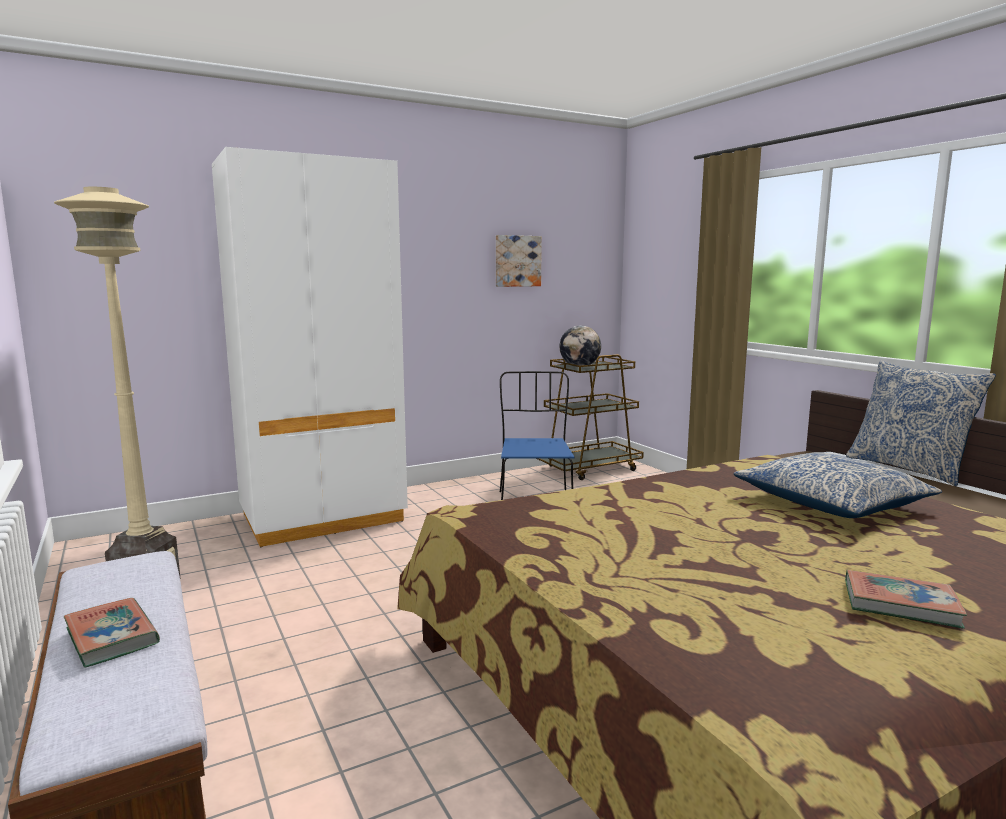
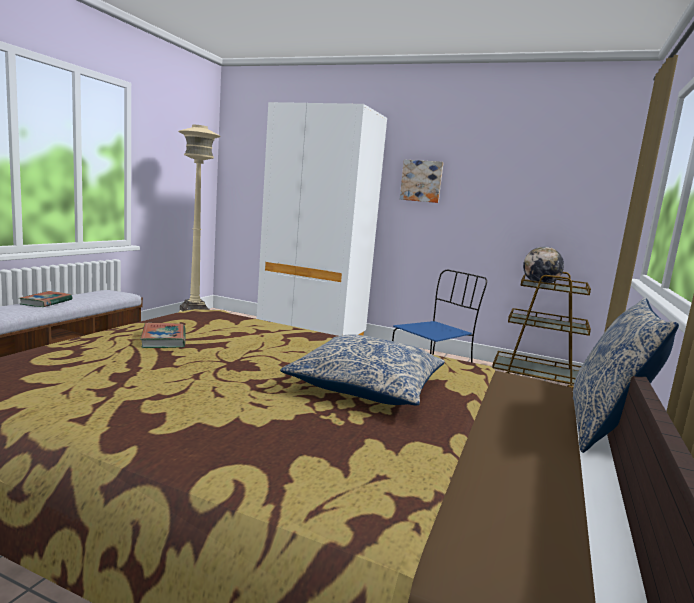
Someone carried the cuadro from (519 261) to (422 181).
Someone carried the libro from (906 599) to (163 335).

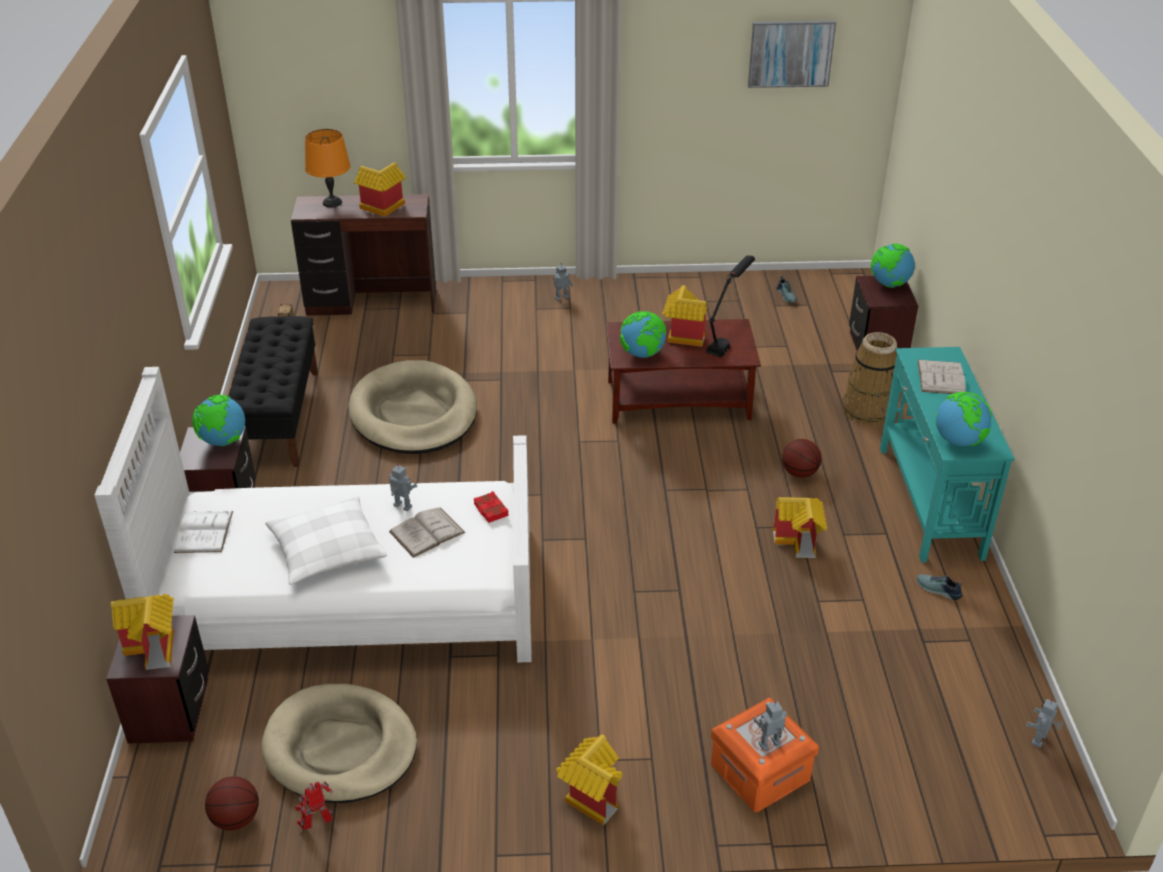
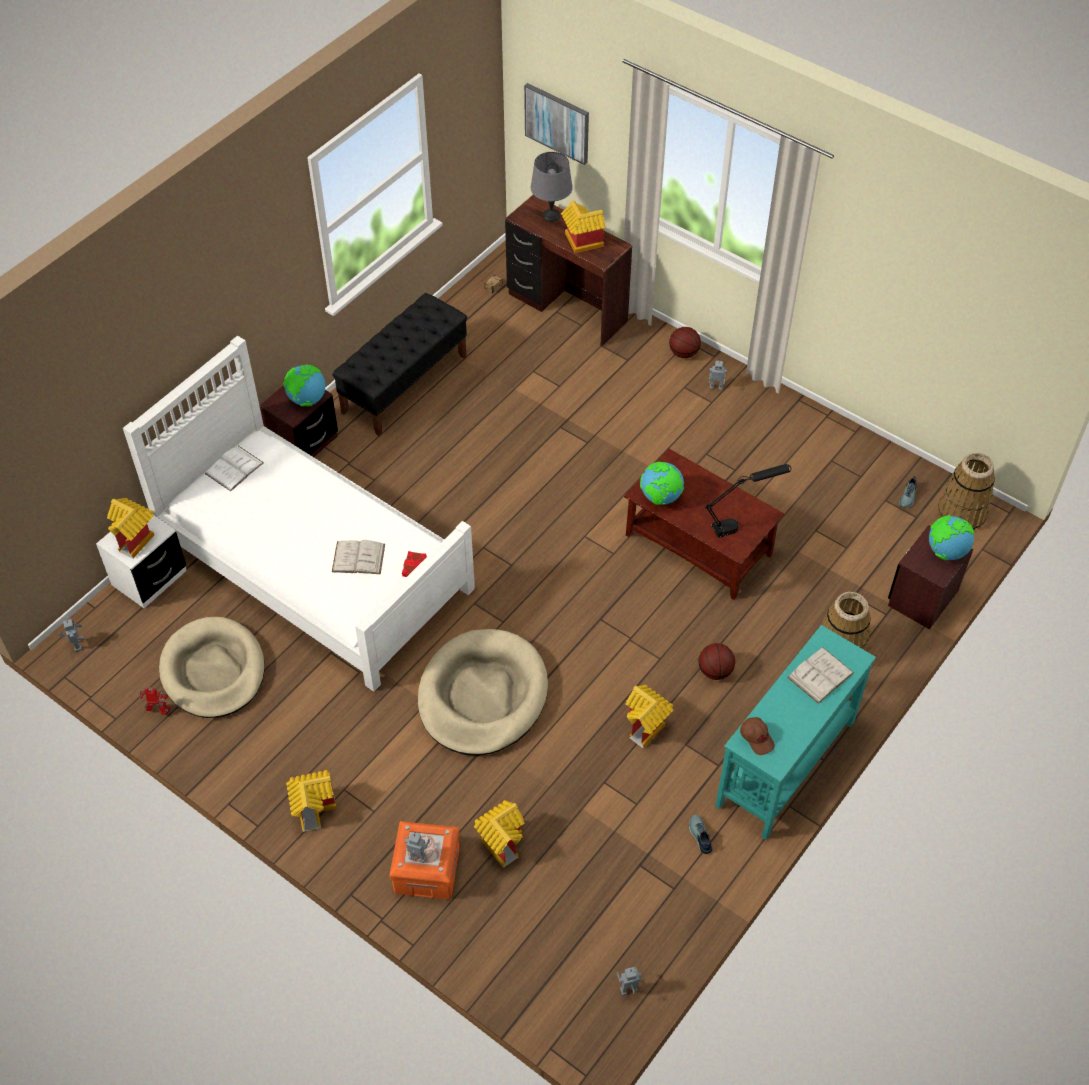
Someone repainted the mesita de noche/marrón at (157 679), which became the mesita de noche/blanco at (141 562).
Someone carried the balón de baloncesto from (232 803) to (685 342).
Someone took away the cojín/blanco at (326 540).
Someone repainted the lámpara de mesa/naranja at (328 168), which became the lámpara de mesa/gris at (552 187).
Someone carried the cama para perro/beis from (412 407) to (483 692).
Someone carried the robot de juguete from (403 487) to (72 635).
Someone carried the casita from (684 316) to (499 834).
Someone carried the cuadro from (792 54) to (556 124).
Someone swapped the globo terráqueo at (963 419) for the gorra/marrón at (757 736).
Someone put down the cesta at (966 491).

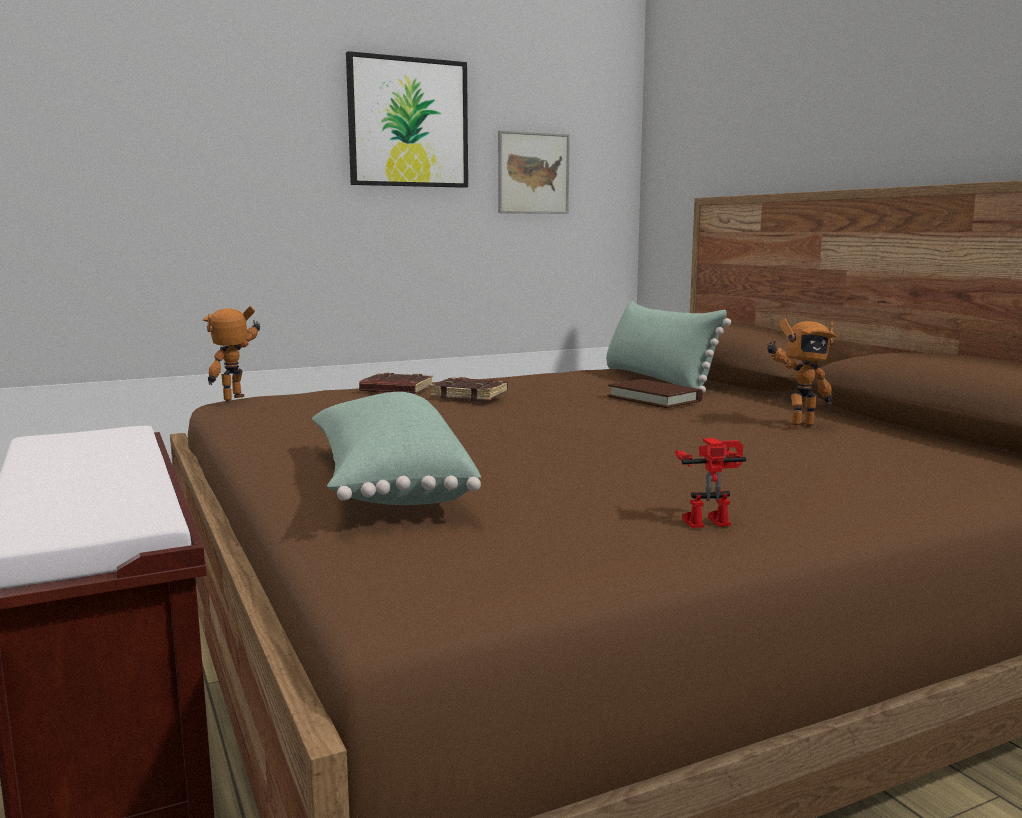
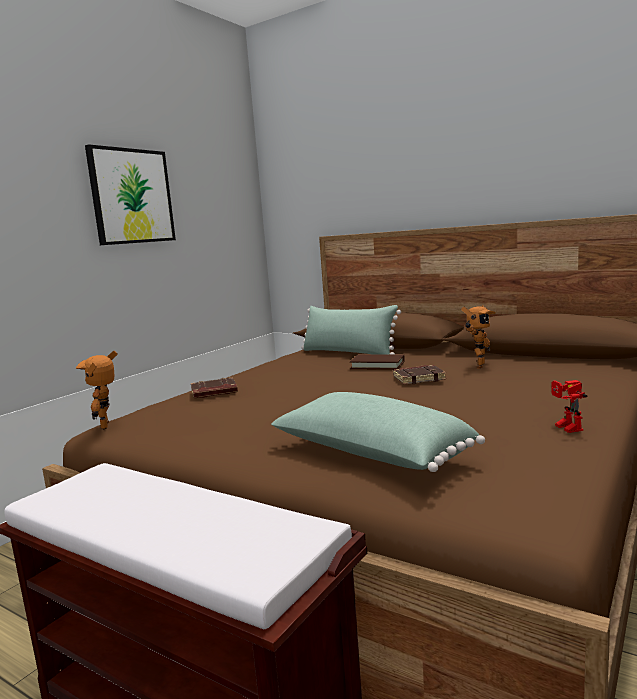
Someone carried the libro/marrón from (469 389) to (419 375).
Someone took away the cuadro at (534 172).
Someone rotated the robot de juguete at (710 483) by 60 degrees counterclockwise.

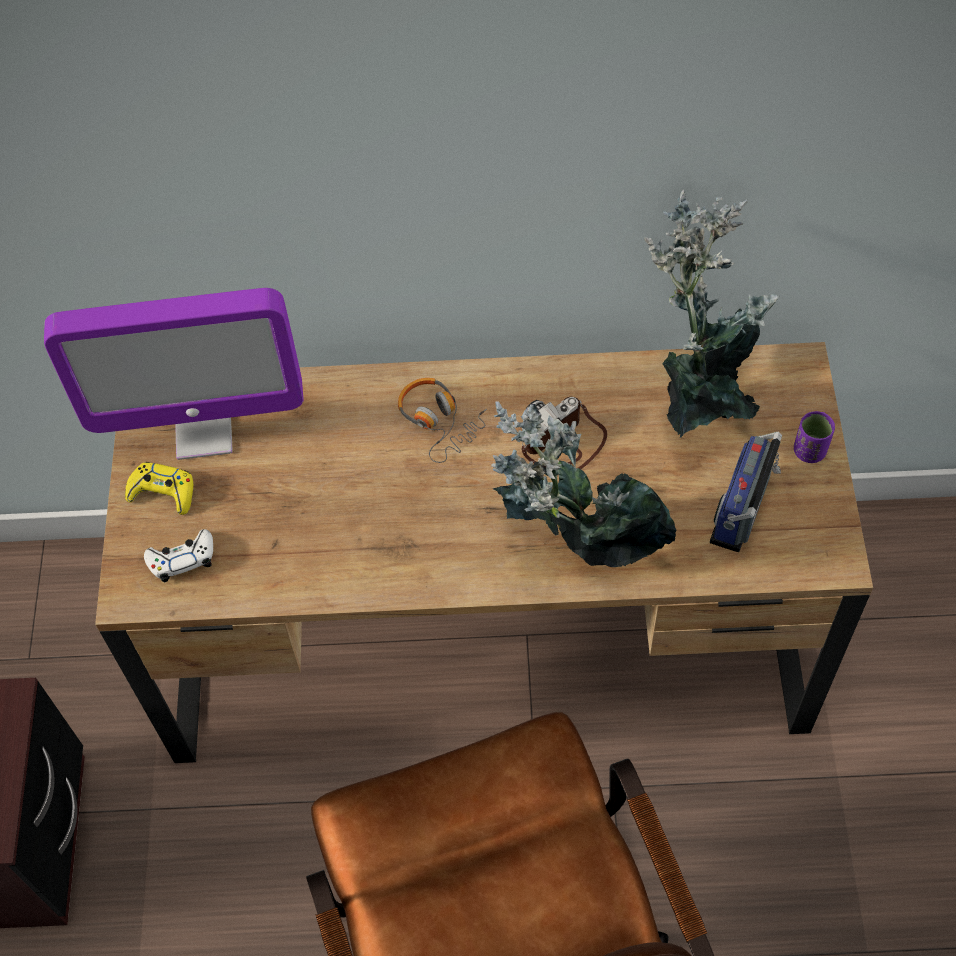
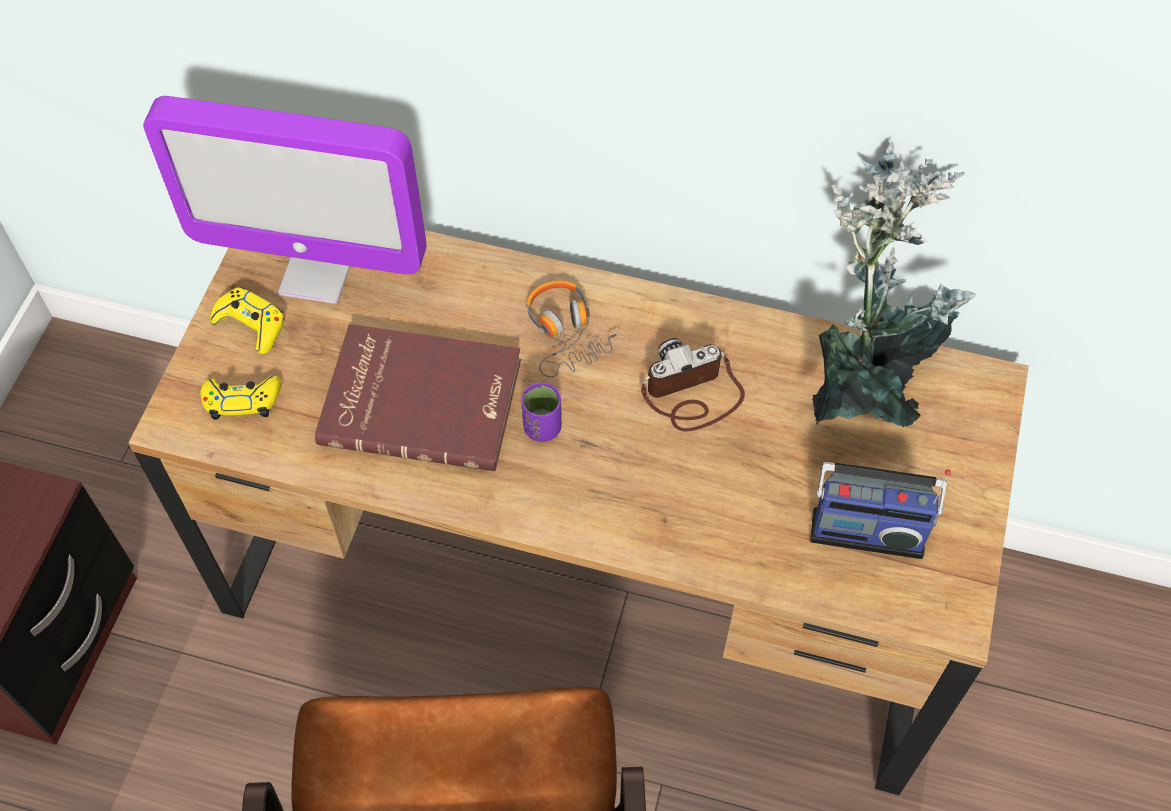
Someone repainted the mando de consola/blanco at (178 555), which became the mando de consola/amarillo at (241 397).
Someone took away the planta en maceta at (583 484).
Someone rotated the radio at (746 492) by 120 degrees counterclockwise.
Someone carried the taza/morado from (814 437) to (541 412).
Someone put down the libro/rojo at (418 397).

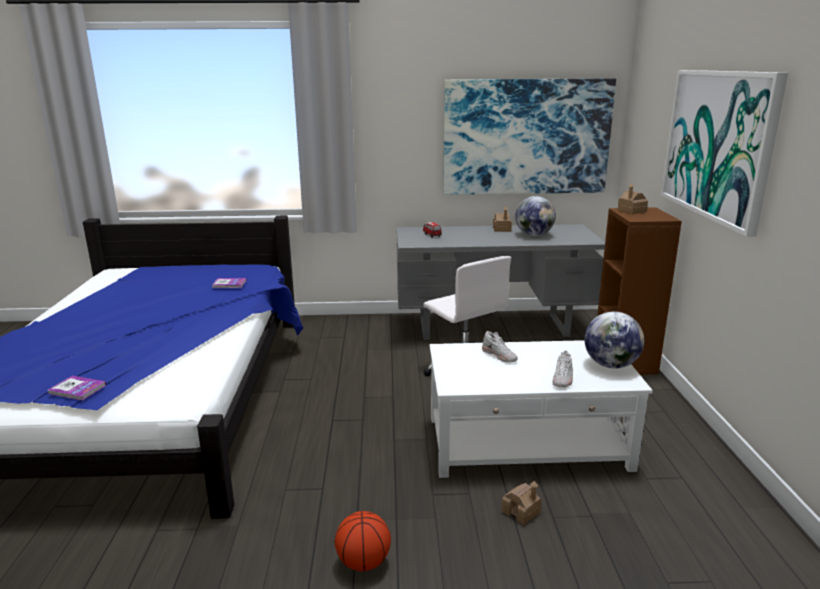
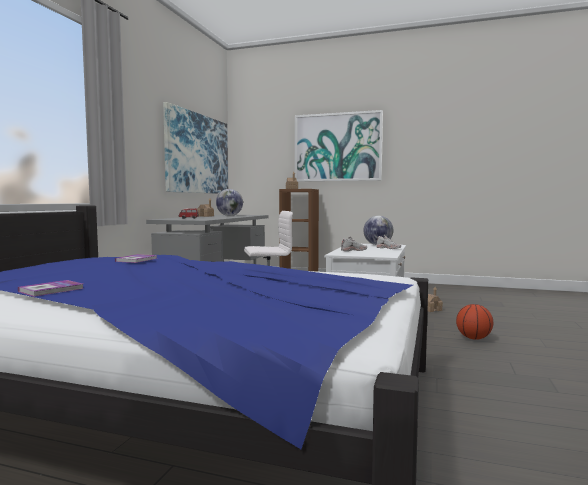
Someone carried the libro from (77 388) to (51 288).

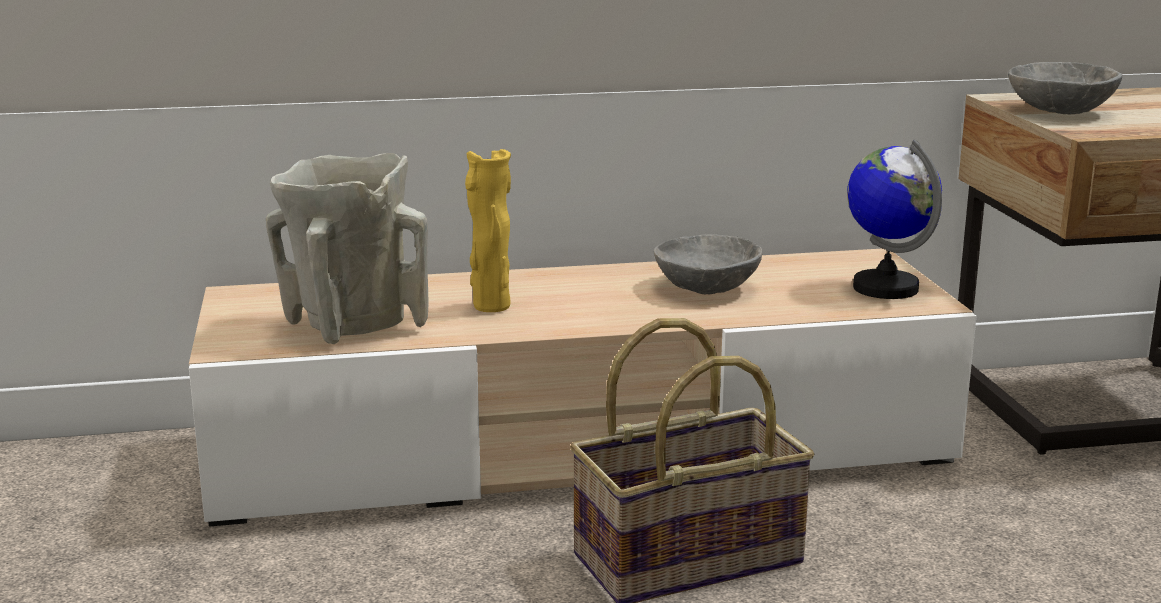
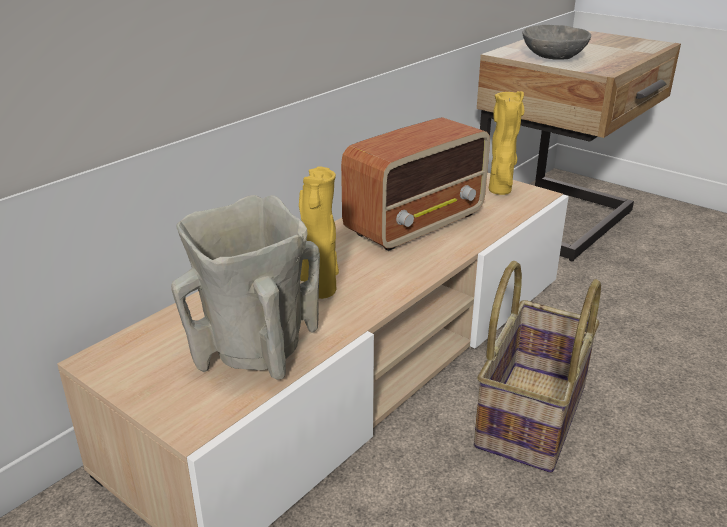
Someone swapped the cuenco/gris at (708 264) for the radio at (415 184).
Someone swapped the globo terráqueo at (894 219) for the florero/amarillo at (506 143).

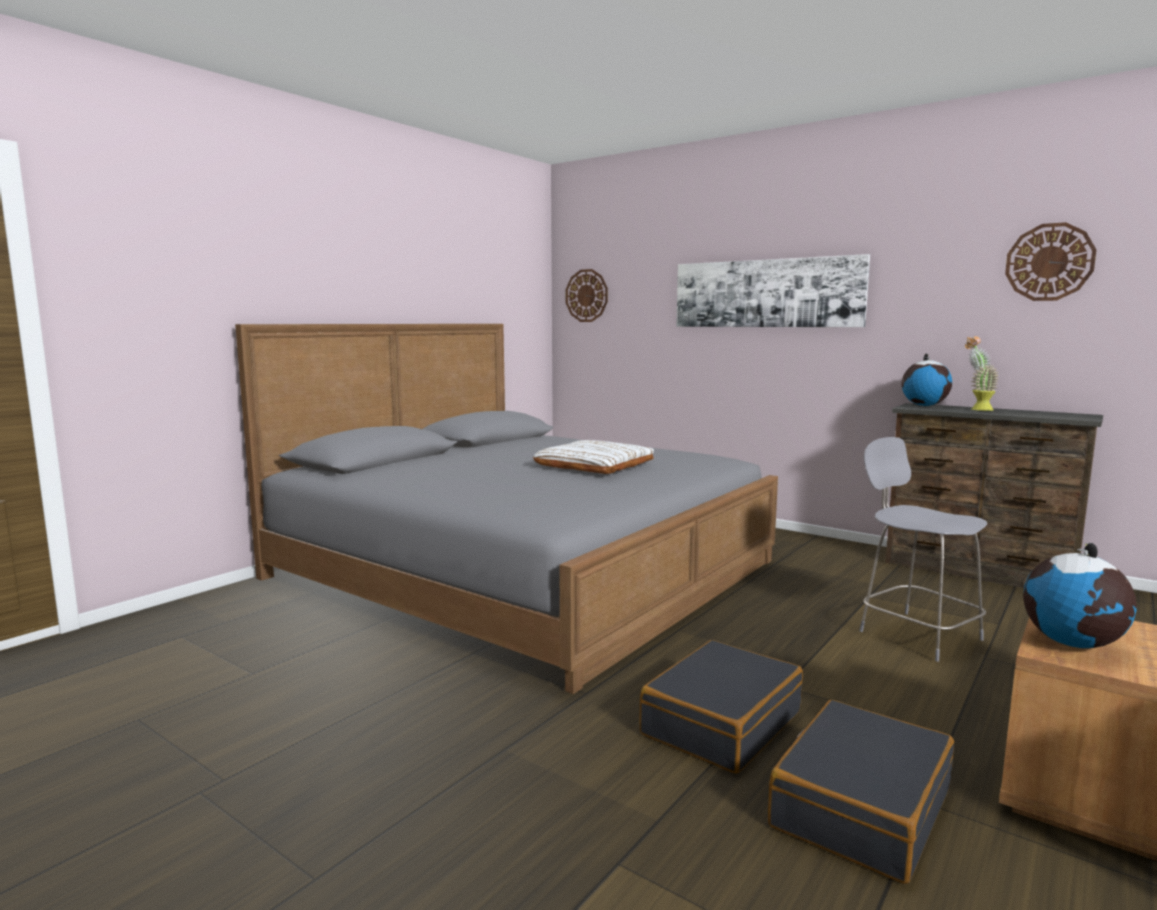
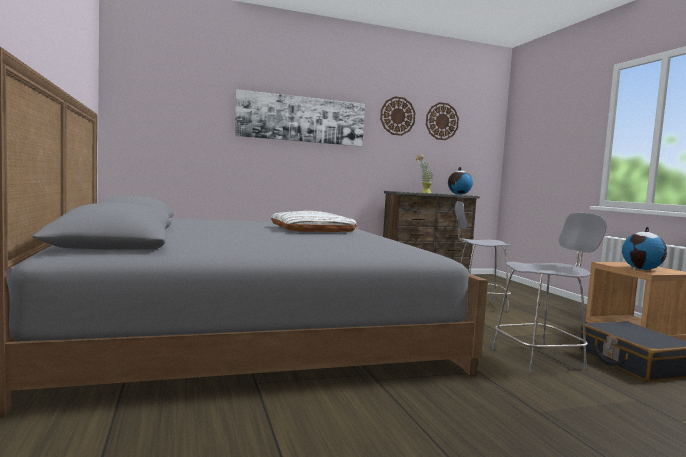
Someone carried the reloj de pared from (587 295) to (397 116).
Someone swapped the maleta/negro at (721 707) for the silla/gris at (549 292).
Someone carried the globo terráqueo from (927 380) to (460 181).

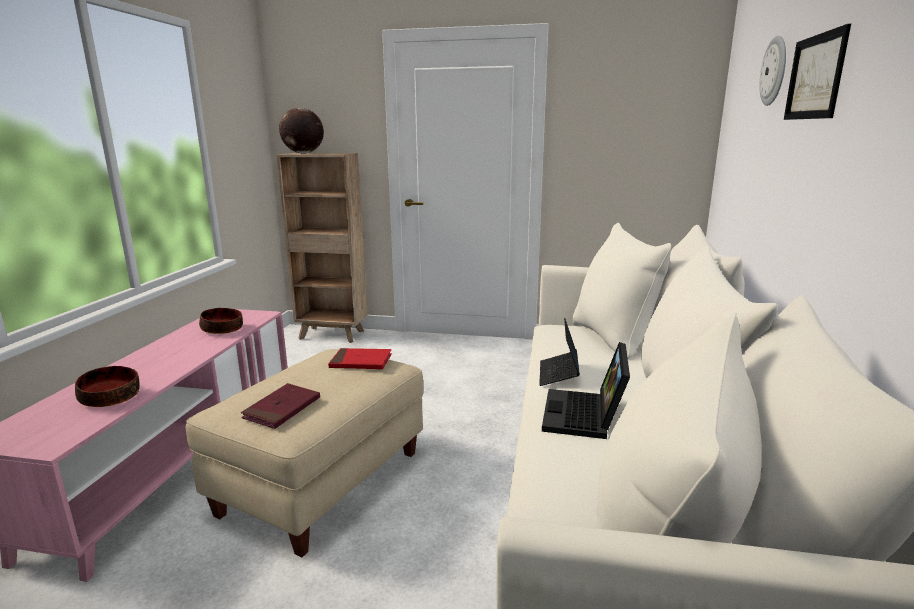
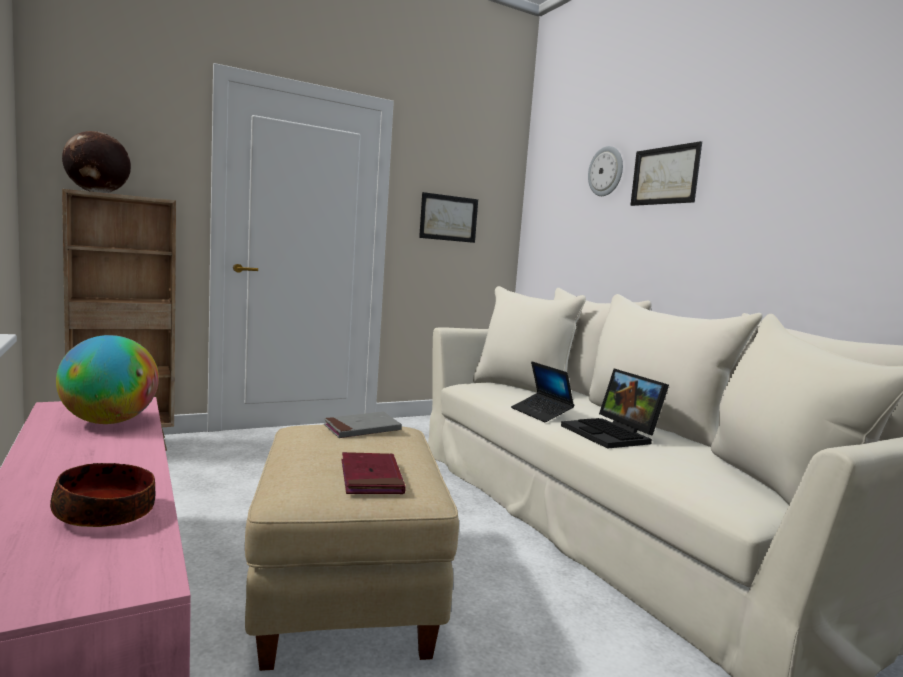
Someone swapped the cuenco at (221 321) for the globo terráqueo at (107 379).
Someone repainted the libro/rojo at (360 358), which became the libro/gris at (363 424).
Someone put up the cuadro at (448 217).

